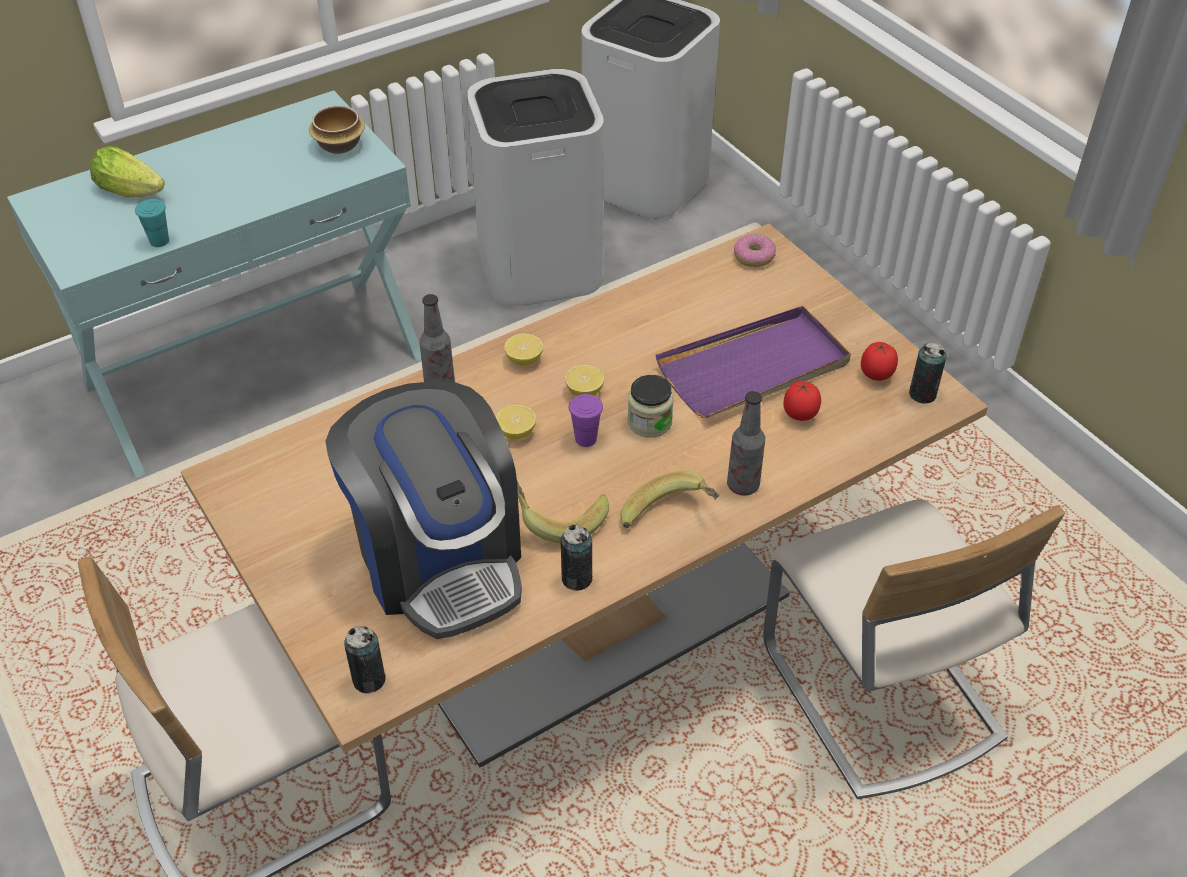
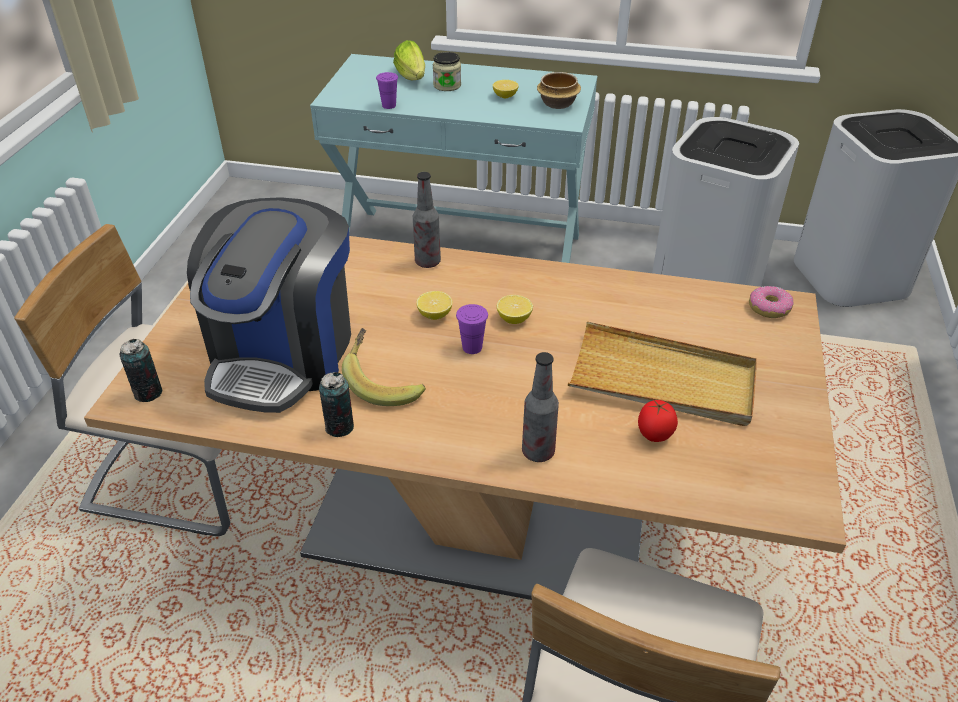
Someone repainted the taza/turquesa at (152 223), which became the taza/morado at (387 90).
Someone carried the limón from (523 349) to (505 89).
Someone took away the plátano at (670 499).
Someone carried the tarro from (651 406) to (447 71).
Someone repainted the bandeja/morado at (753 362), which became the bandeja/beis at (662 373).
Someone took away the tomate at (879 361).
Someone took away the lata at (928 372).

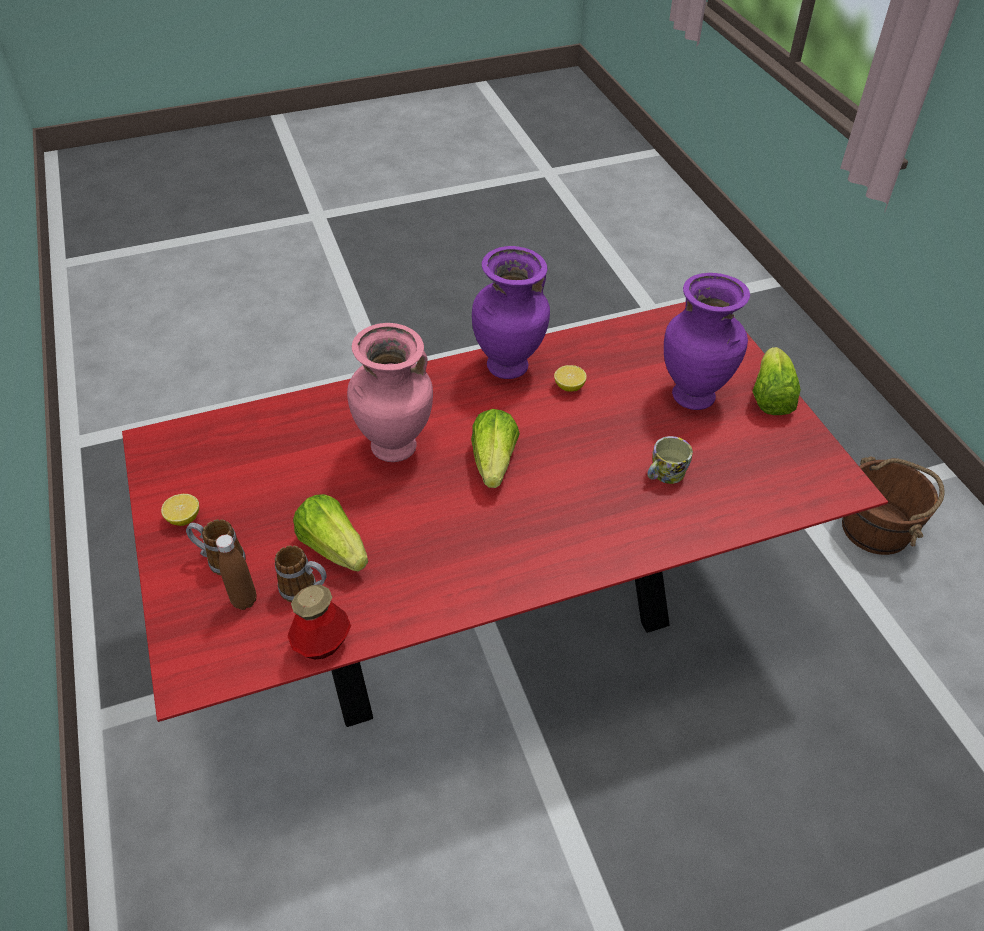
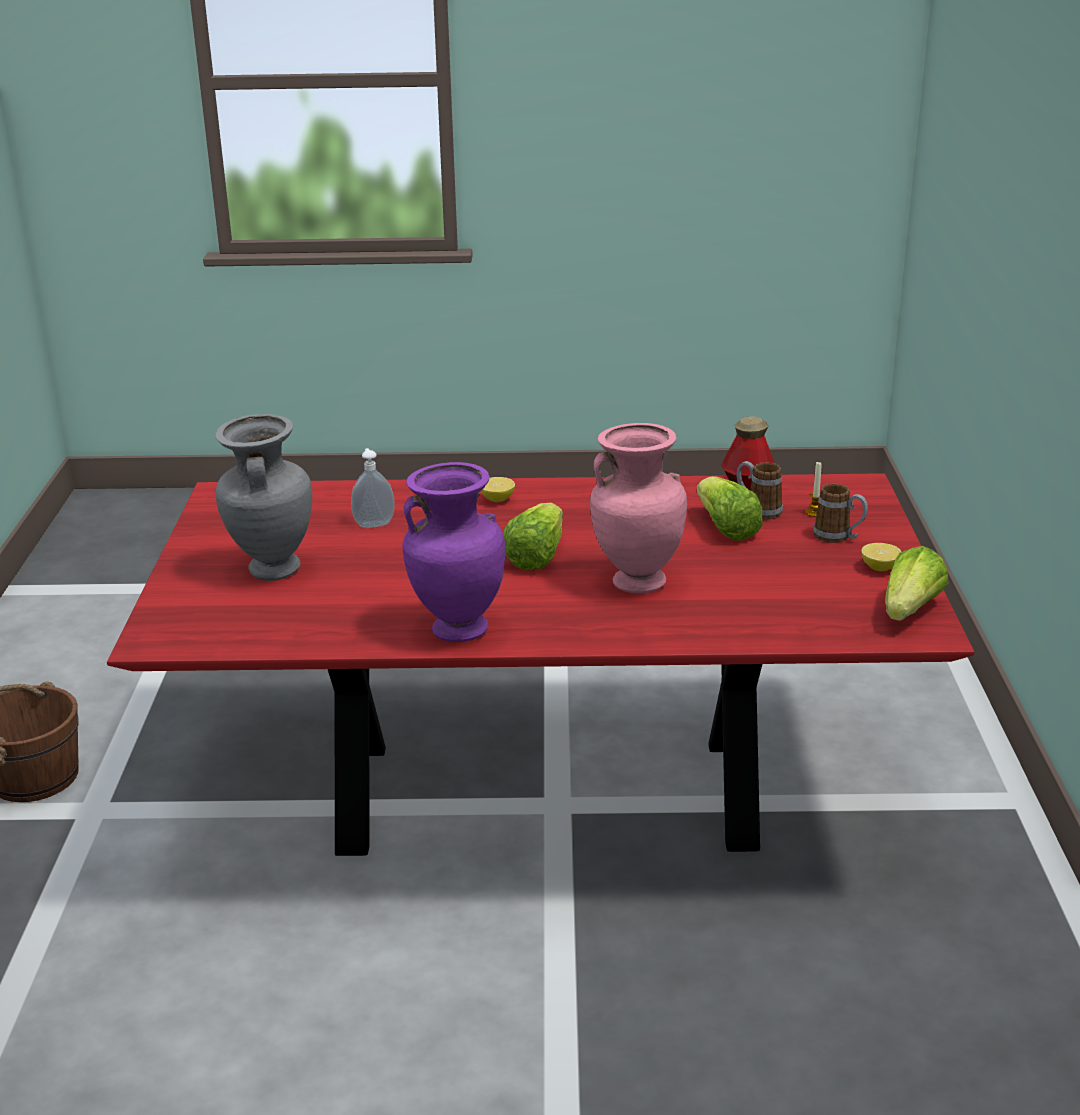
Someone swapped the botella/marrón at (236 572) for the vela at (813 489).
Someone carried the limón from (570 378) to (498 489).
Someone swapped the taza grande at (670 460) for the dispensador de jabón at (373 488).
Someone repainted the florero/morado at (707 341), which became the florero/gris at (263 497).
Someone carried the lechuga from (776 381) to (917 583).

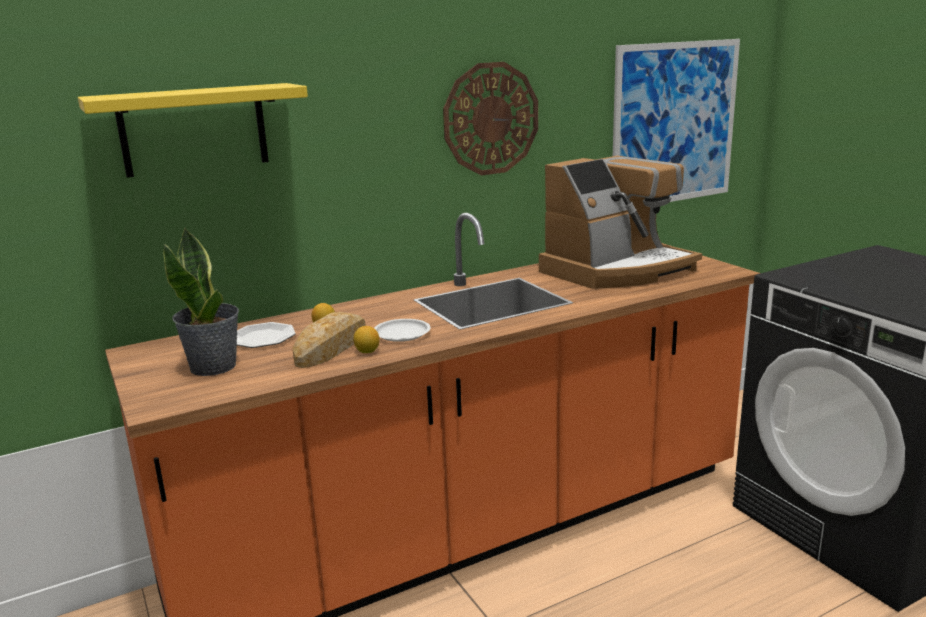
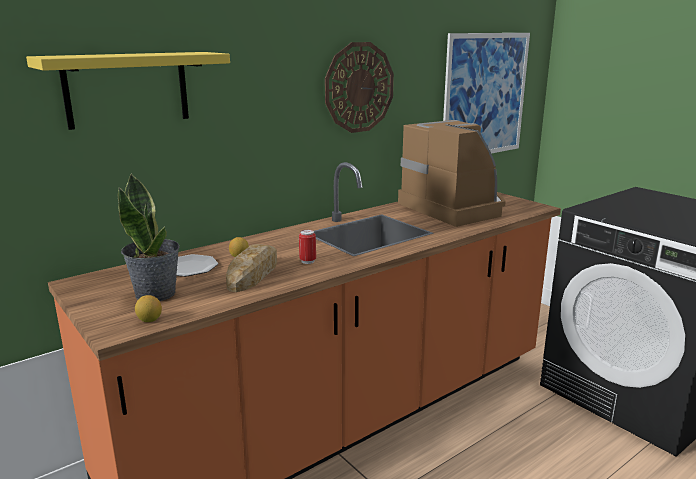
Someone carried the limón from (366 339) to (148 308).
Someone swapped the plato/blanco at (402 330) for the lata at (307 247).
Someone rotated the cafetera at (620 222) by 75 degrees counterclockwise.

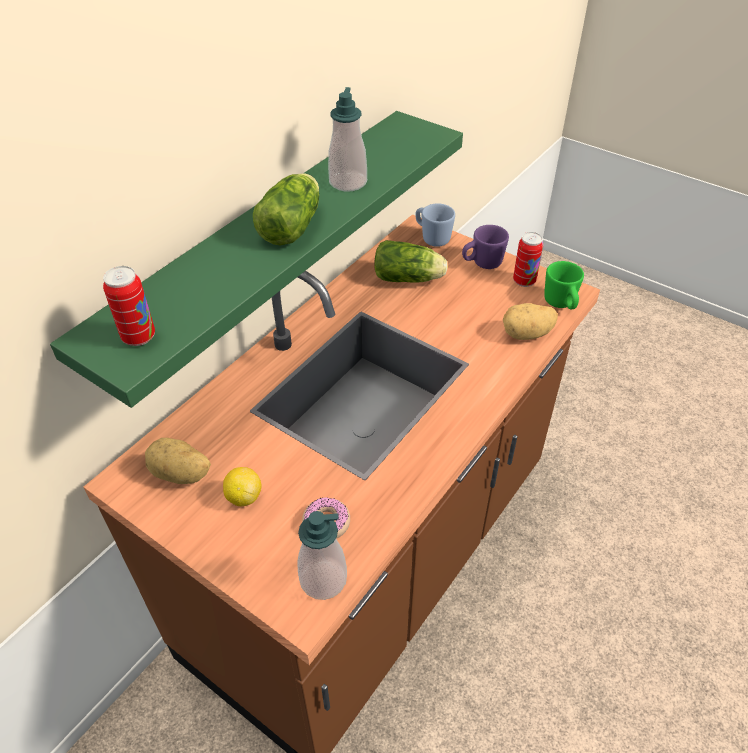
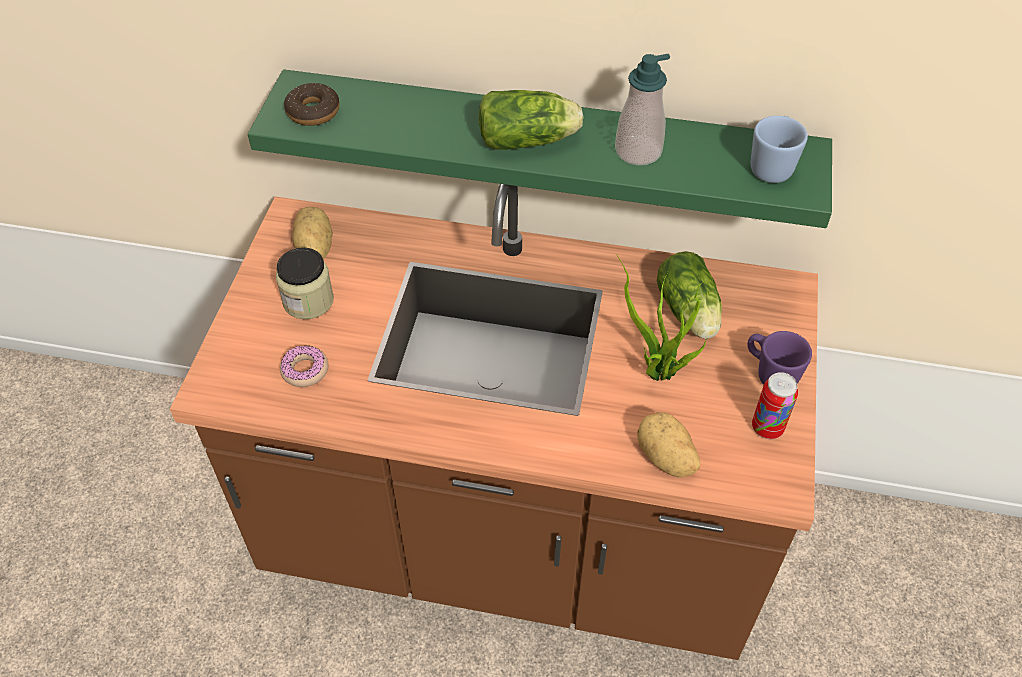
Someone swapped the lata at (129 306) for the rosquilla at (312 104).
Someone swapped the limón at (242 486) for the tarro at (305 283).
Someone took away the dispensador de jabón at (322 555).
Someone carried the taza grande/azul from (435 225) to (779 149).
Someone took away the taza grande/verde at (564 285).
Someone put down the planta en maceta at (662 318).

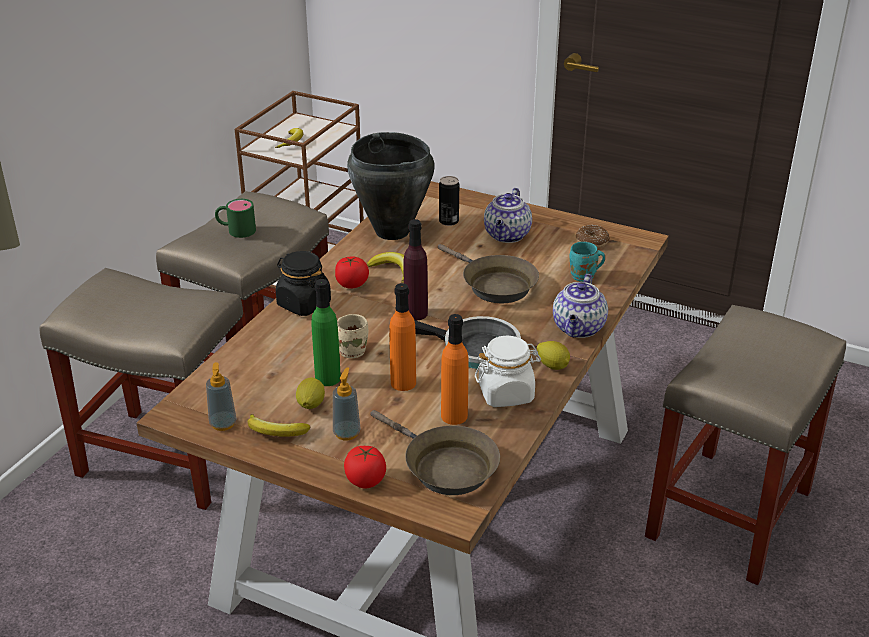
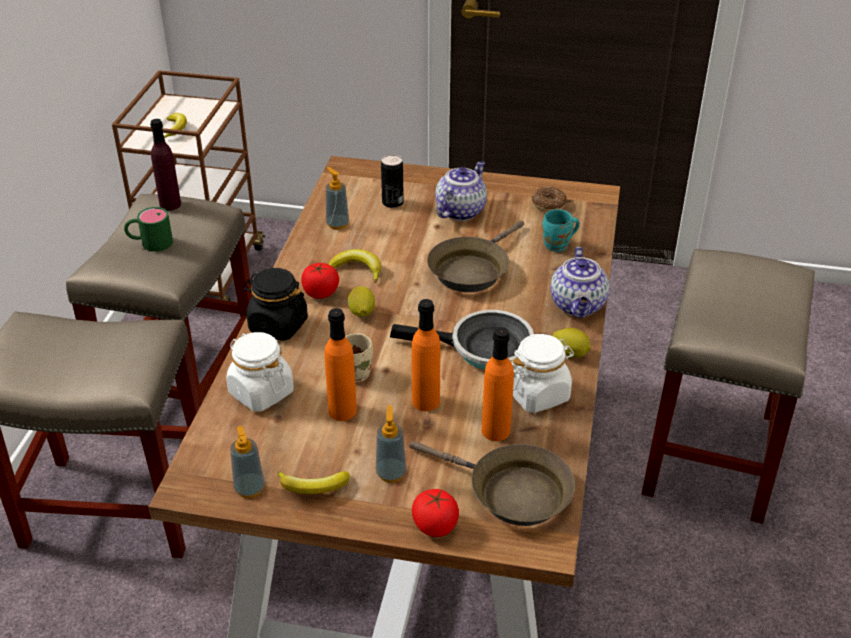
Someone carried the limón from (310 393) to (361 301).
Someone repainted the botella/verde at (326 332), which became the botella/naranja at (340 364).
Someone swapped the olla/negro at (391 186) for the dispensador de jabón at (337 198).
Someone carried the botella/morado from (416 270) to (165 165).
Someone rotated the sartén/marrón at (488 273) by 90 degrees clockwise.
Someone rotated the tetera at (508 215) by 150 degrees counterclockwise.
Someone put down the tarro/blanco at (259 372).

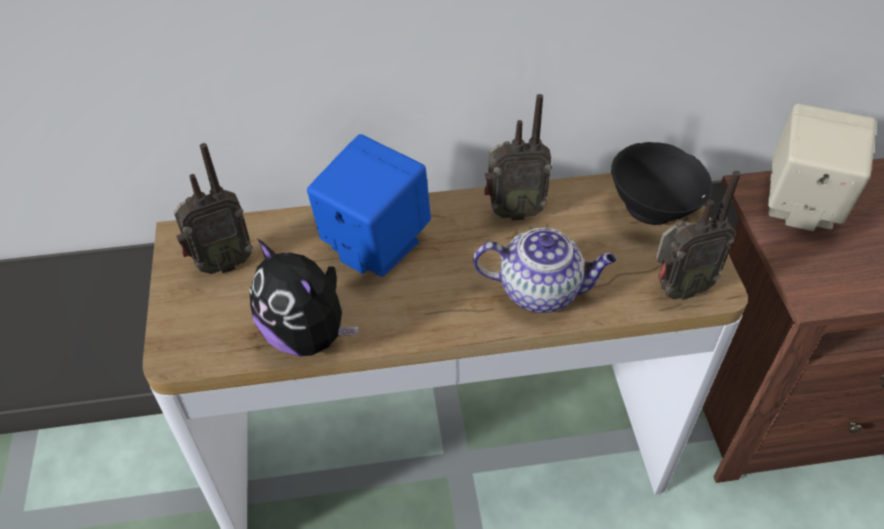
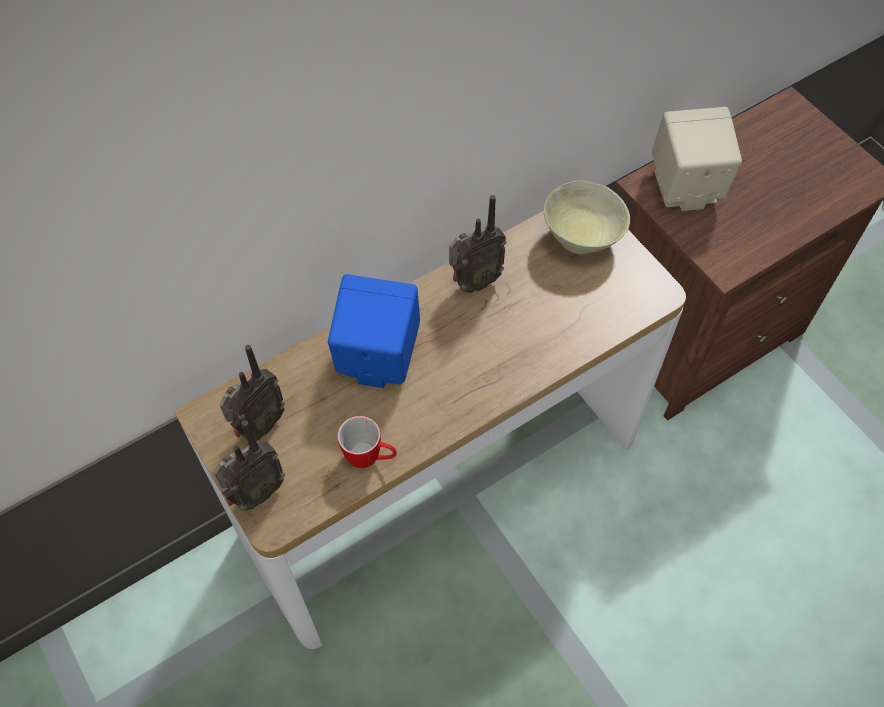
Someone swapped the peluche at (303 297) for the taza grande at (367 442).
Someone took away the tetera at (545 270).
Someone repainted the cuenco/negro at (662 183), which became the cuenco/beis at (587 217).
Someone carried the radio from (698 235) to (249 465).

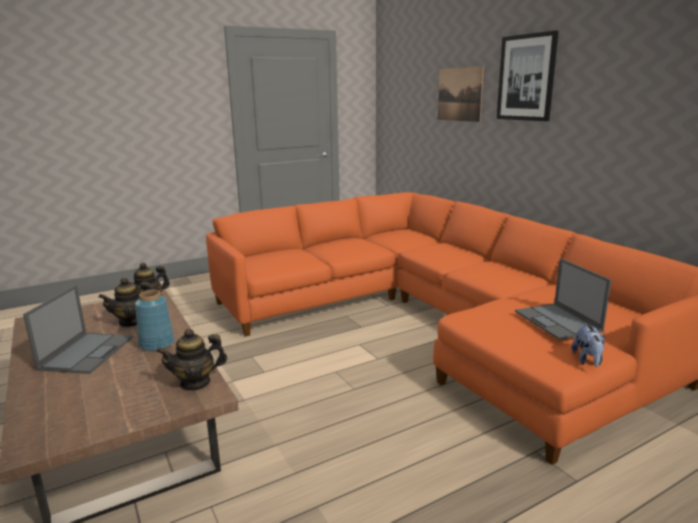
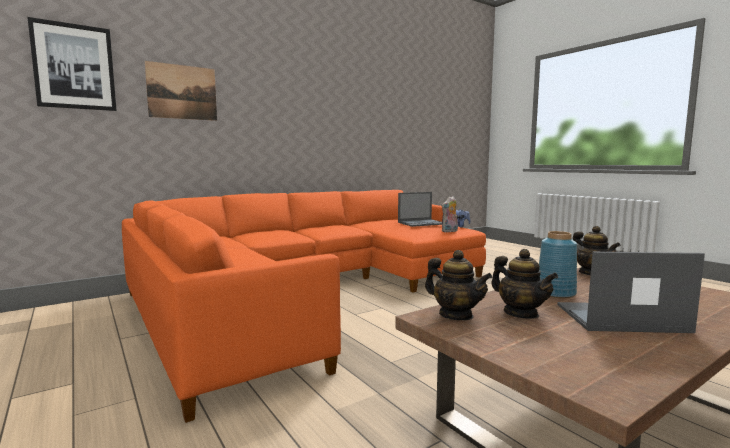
Someone carried the cuadro from (527 75) to (72 64).
Someone put down the peluche at (450 214).

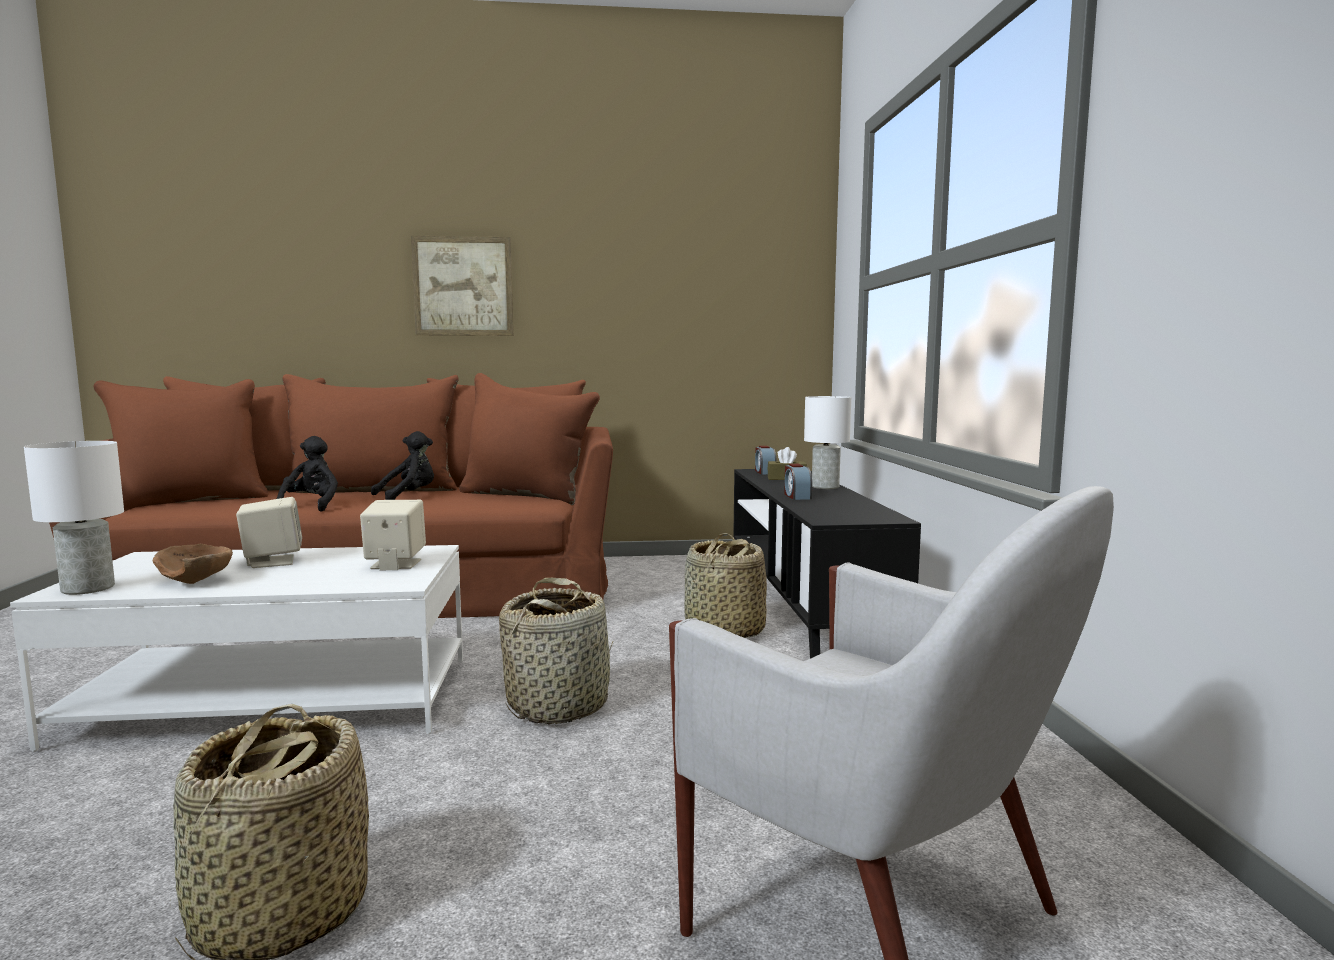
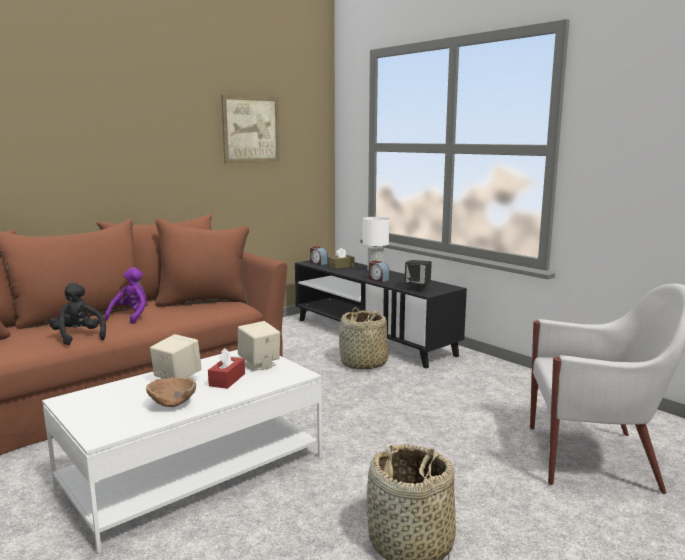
Someone took away the lámpara de mesa/blanco at (74 518).
Someone repainted the peluche/negro at (402 465), which became the peluche/morado at (125 295).
Someone carried the cuadro from (462 286) to (250 129).
Someone took away the cesta at (556 651).
Someone put down the caja de pañuelos/rojo at (226 368).
Someone put down the altavoz/negro at (418 275).

